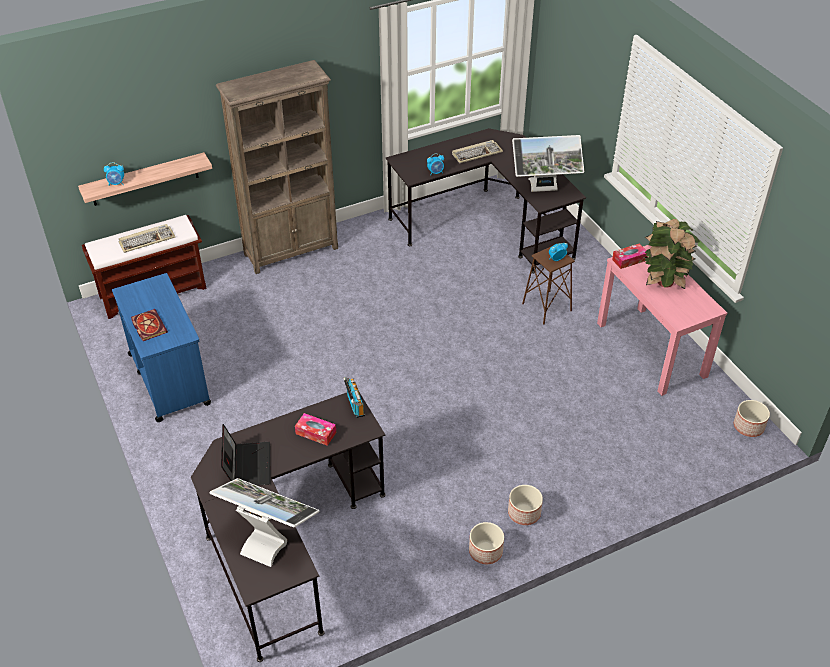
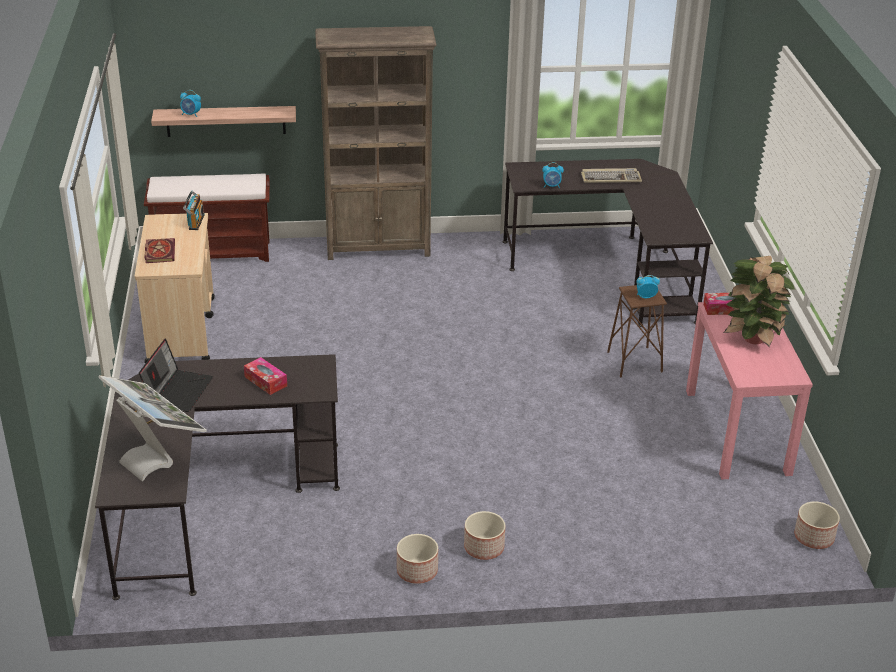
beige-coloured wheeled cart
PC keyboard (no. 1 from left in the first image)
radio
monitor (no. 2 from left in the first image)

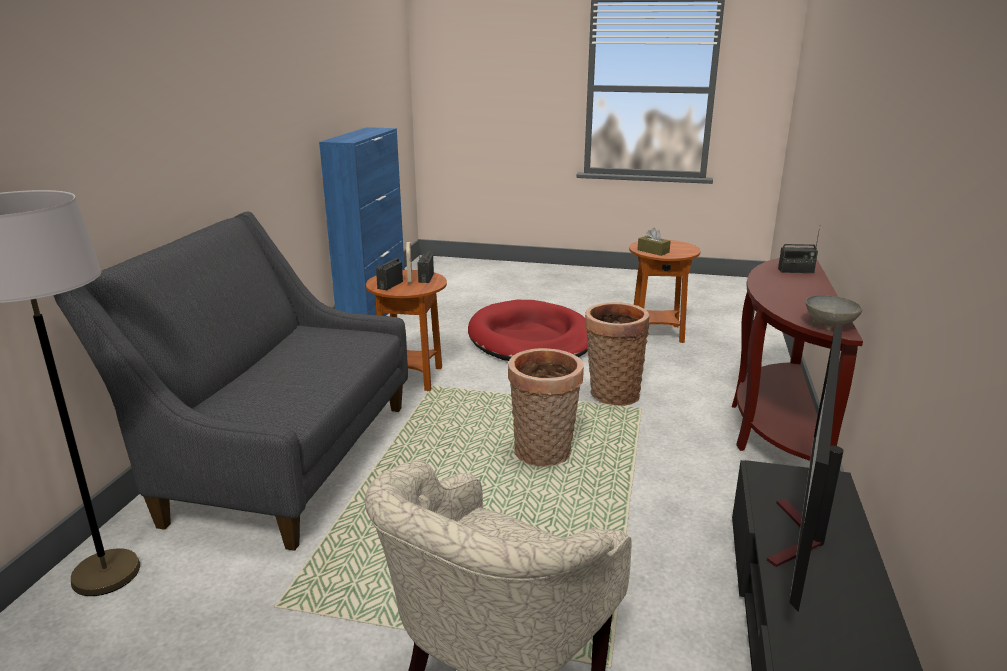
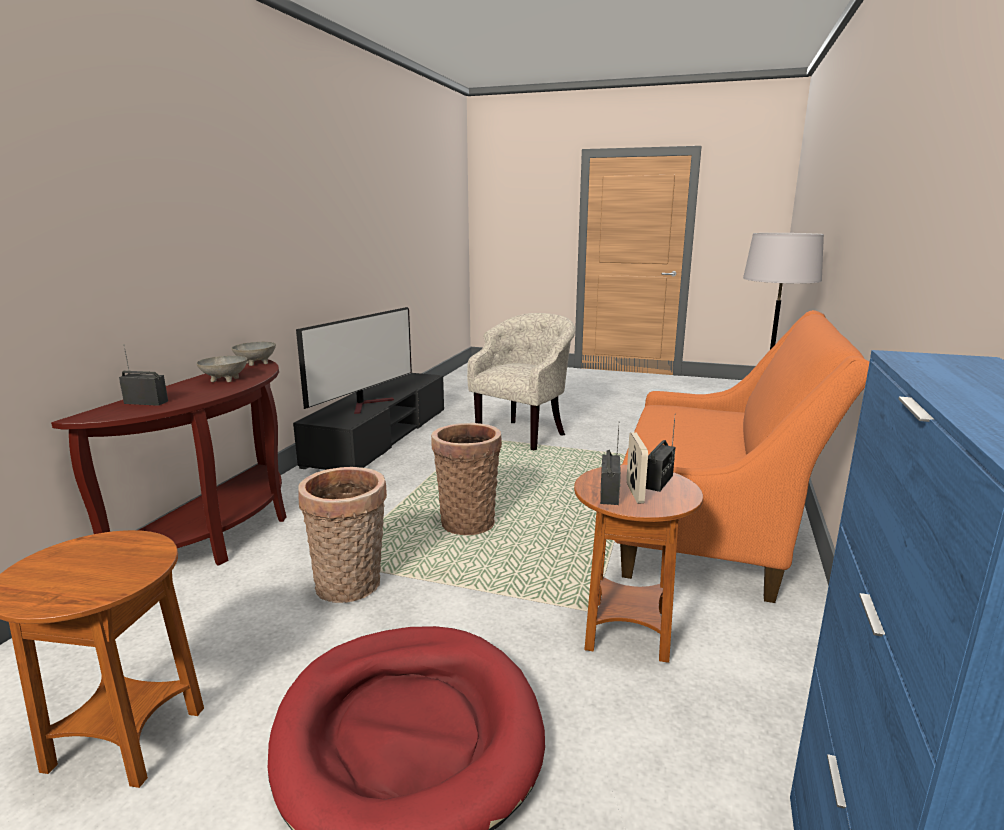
orangey sofa
brown tissue holder
greyish bowl (no. 1 from left)

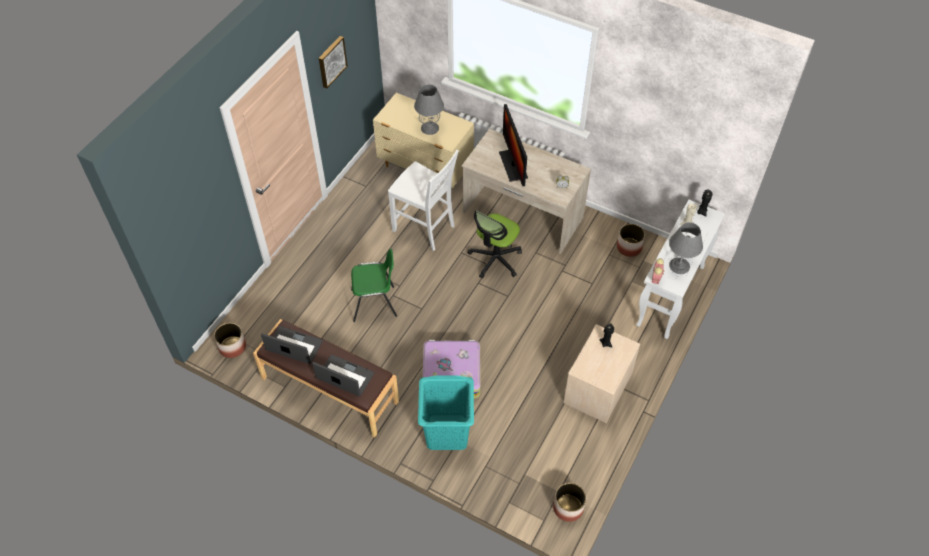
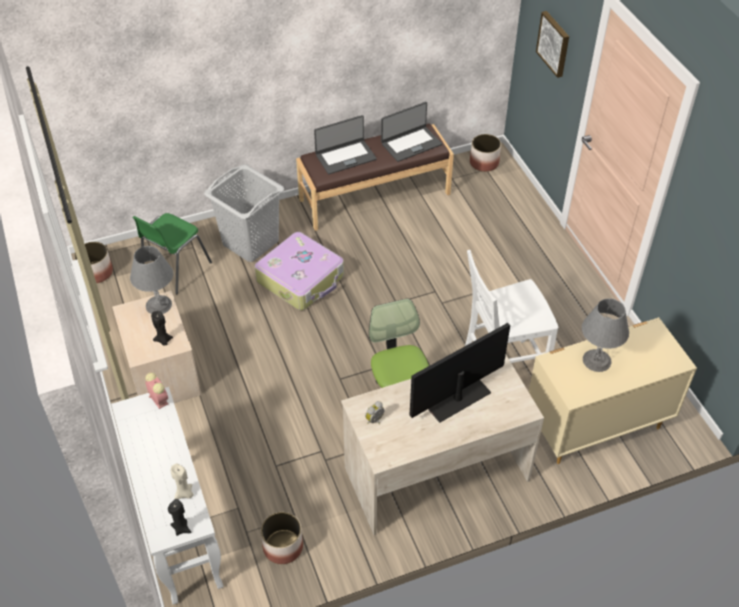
wall art
greenish plain chair
greyish hamper
monitor
greyish lamp for a table (no. 1 from left)

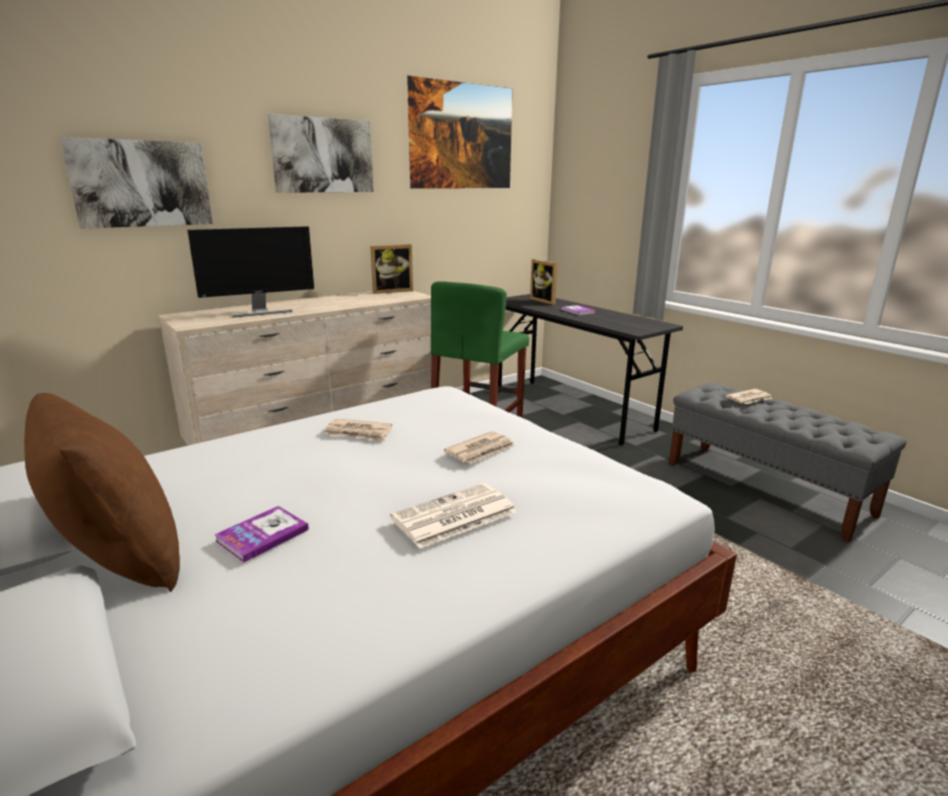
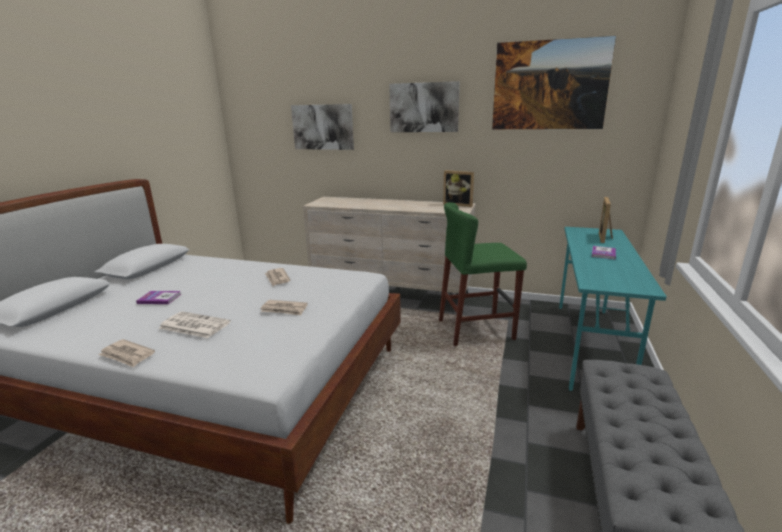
brown throw pillow
monitor
turquoise desk table
newspaper (no. 1 from left)

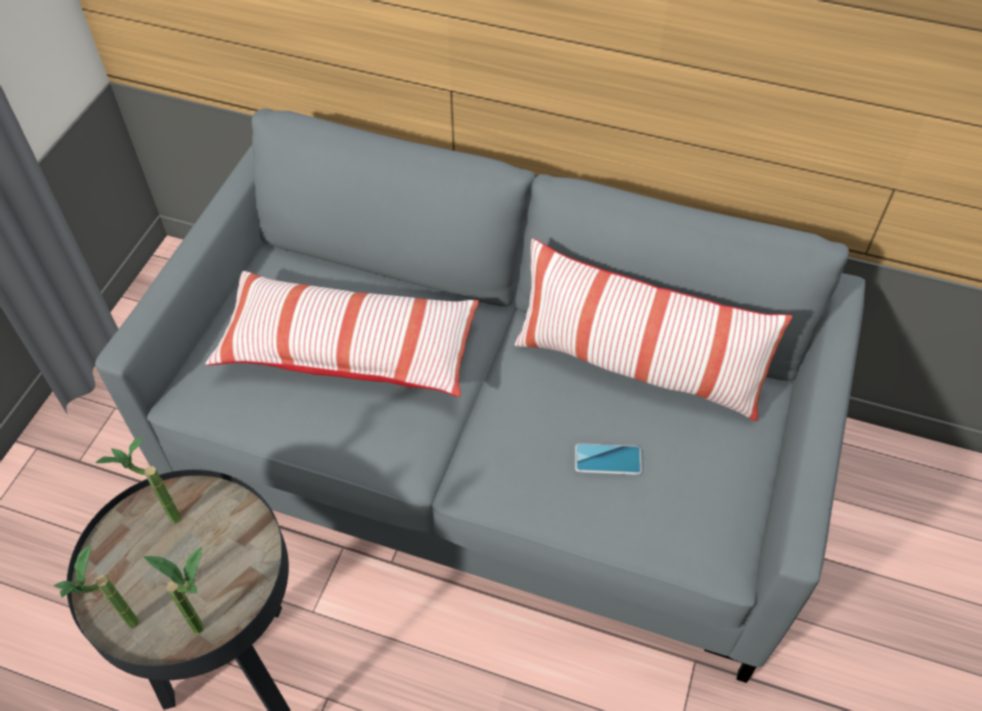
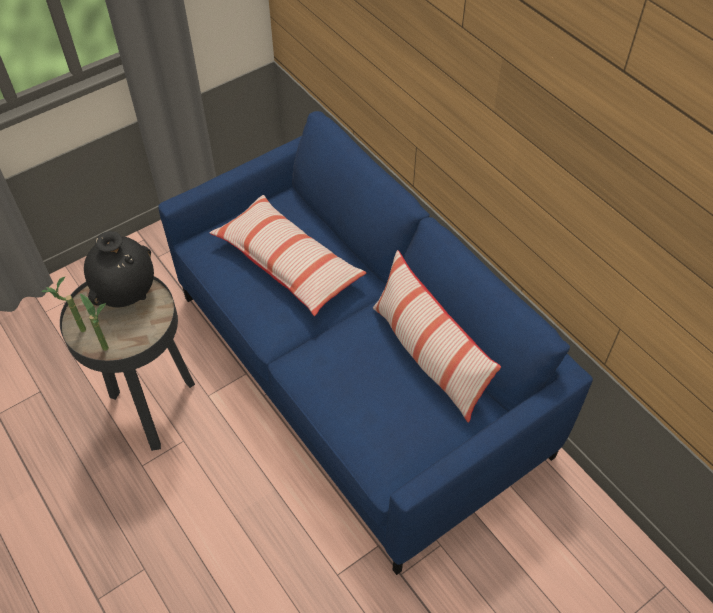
bluish sofa
blackish vase
phone

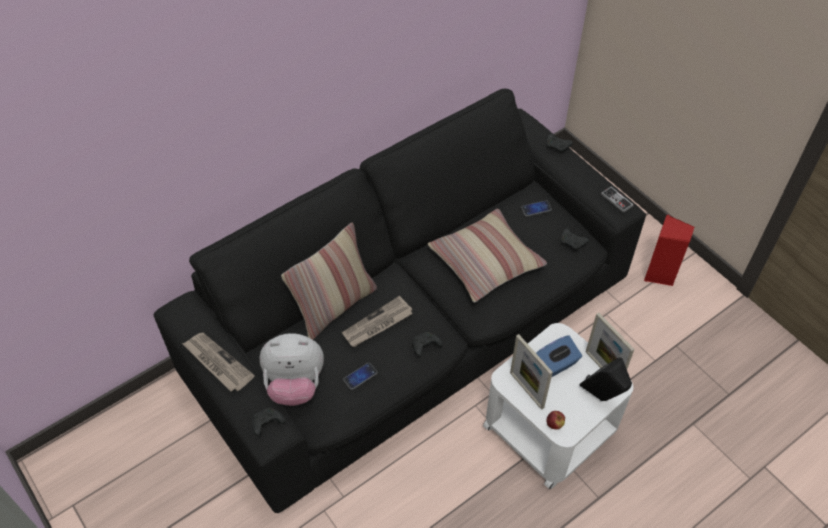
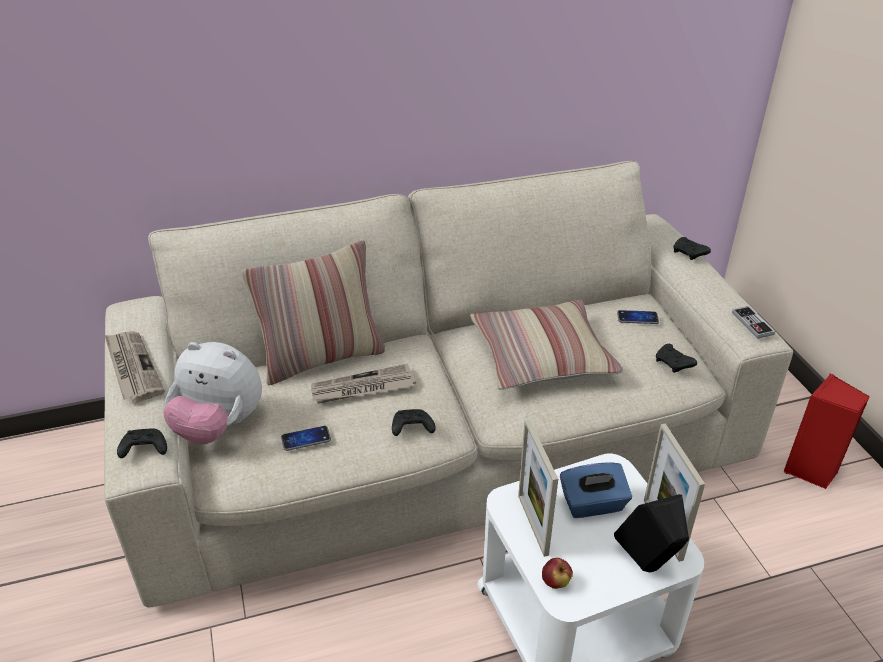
beige-coloured sofa

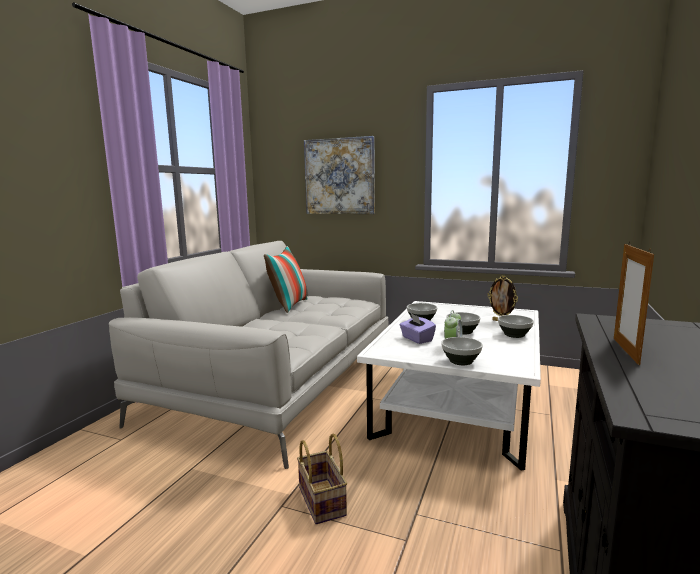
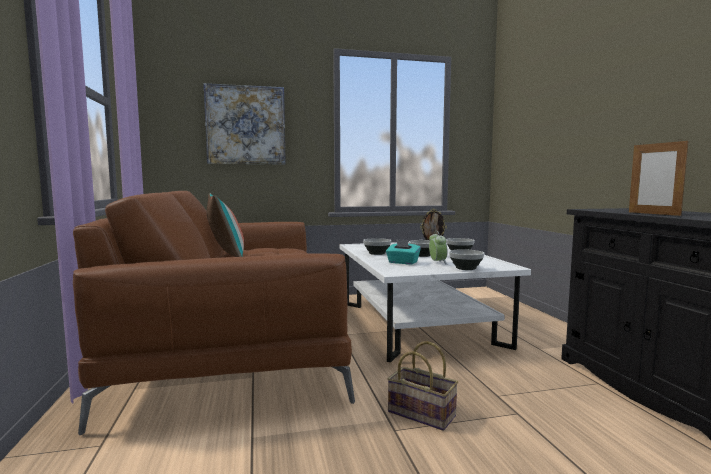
brown sofa
turquoise tissue holder

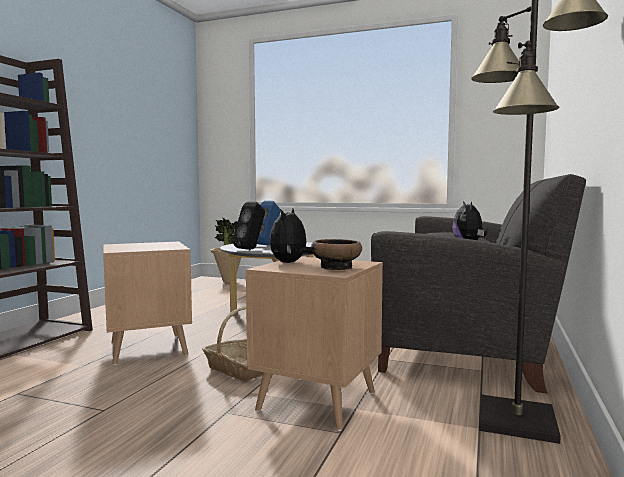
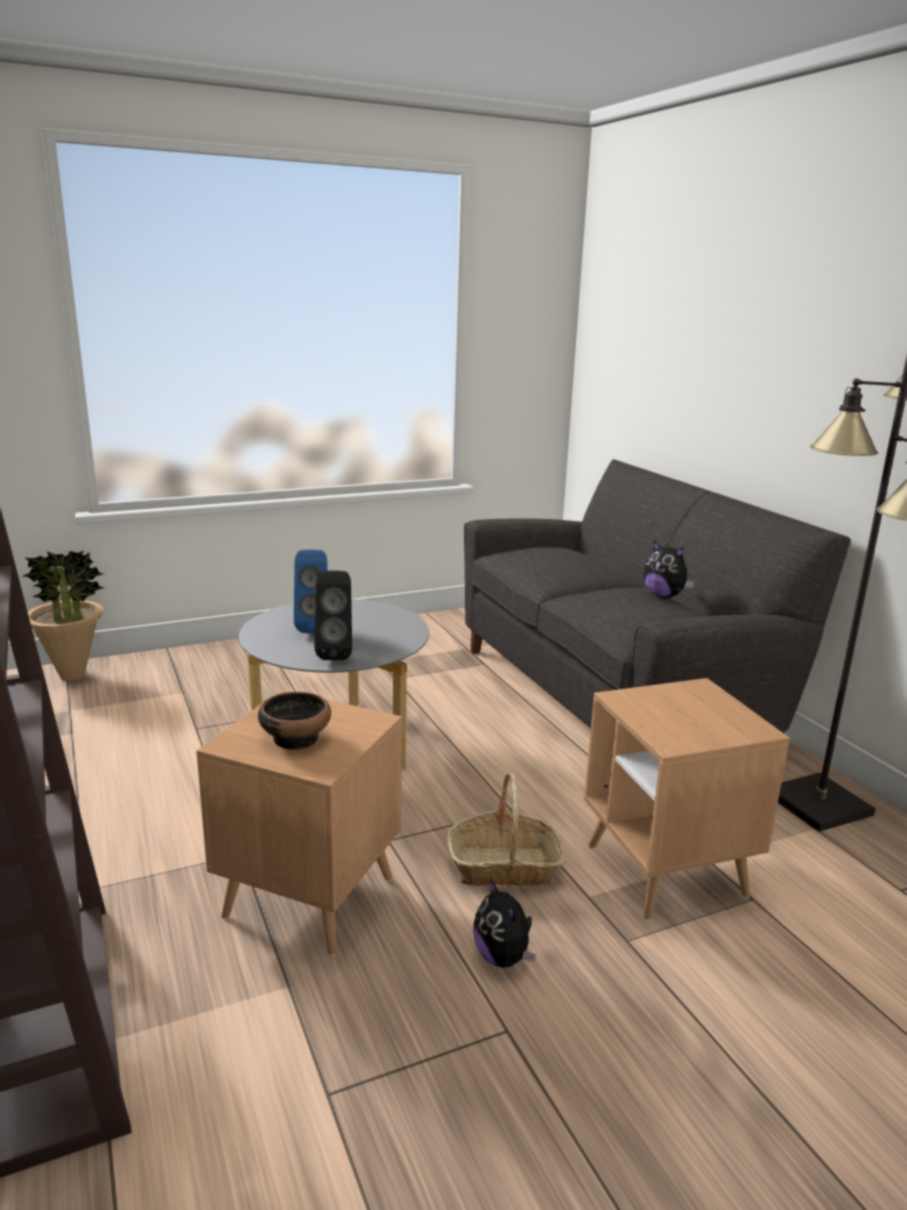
cuddly toy (no. 1 from left)
bowl

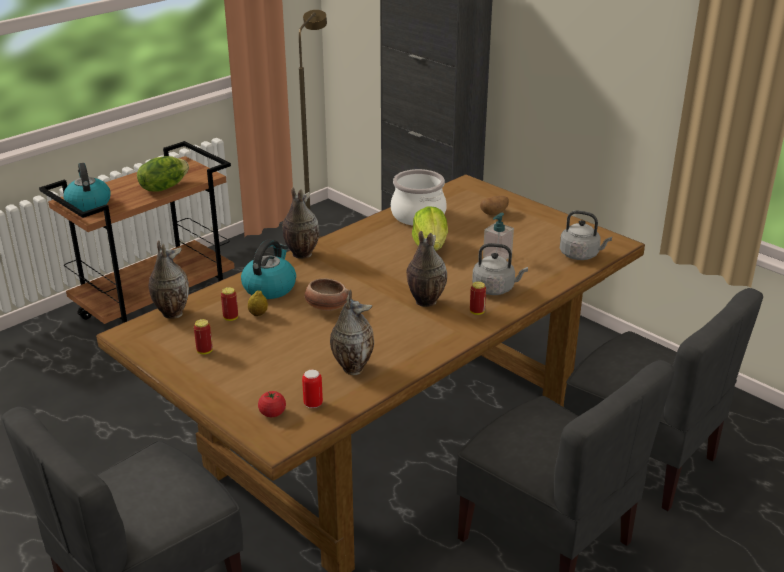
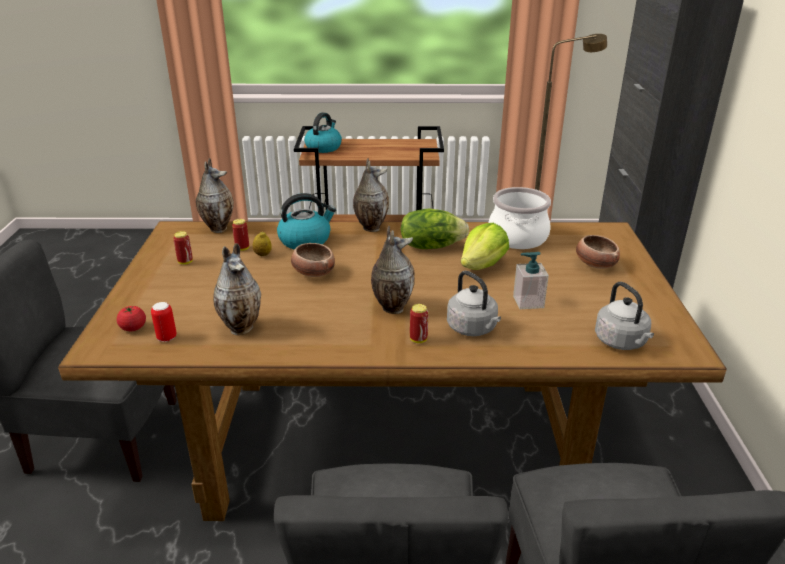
head of lettuce (no. 1 from left)
bowl (no. 2 from left)

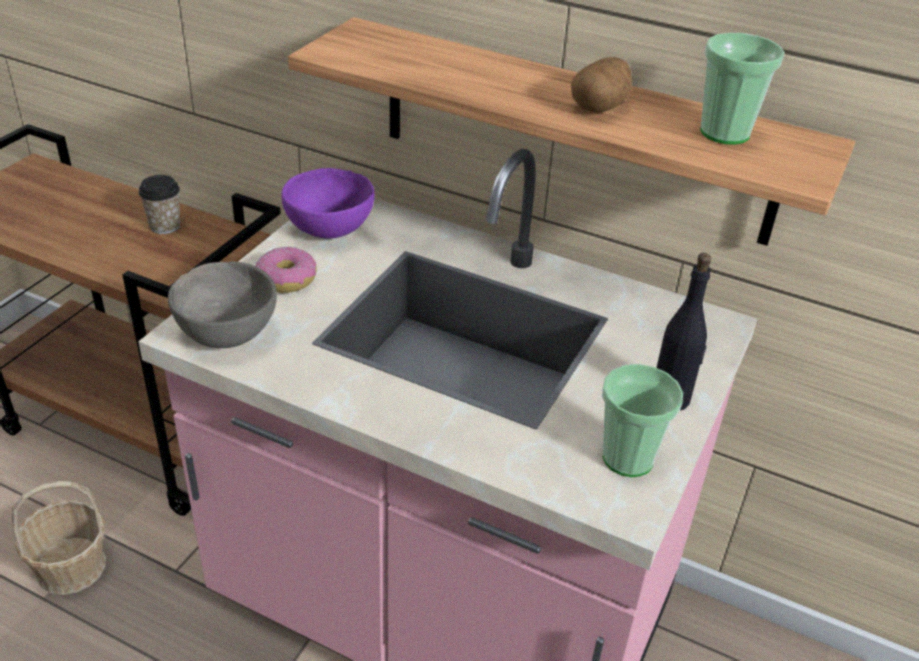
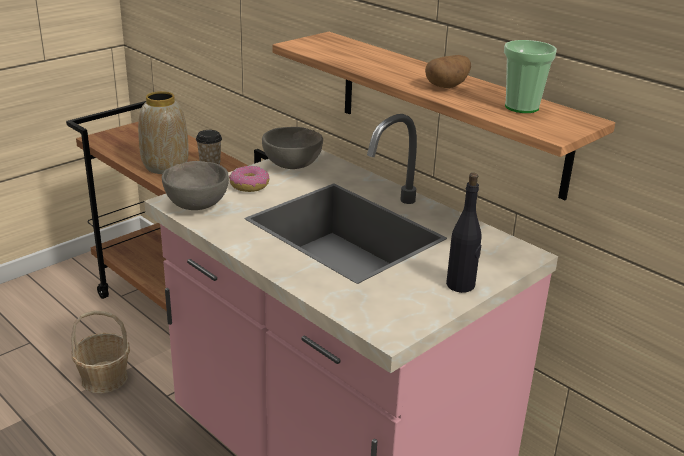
greyish bowl (no. 2 from left)
drinking cup (no. 2 from left in the first image)
vase

